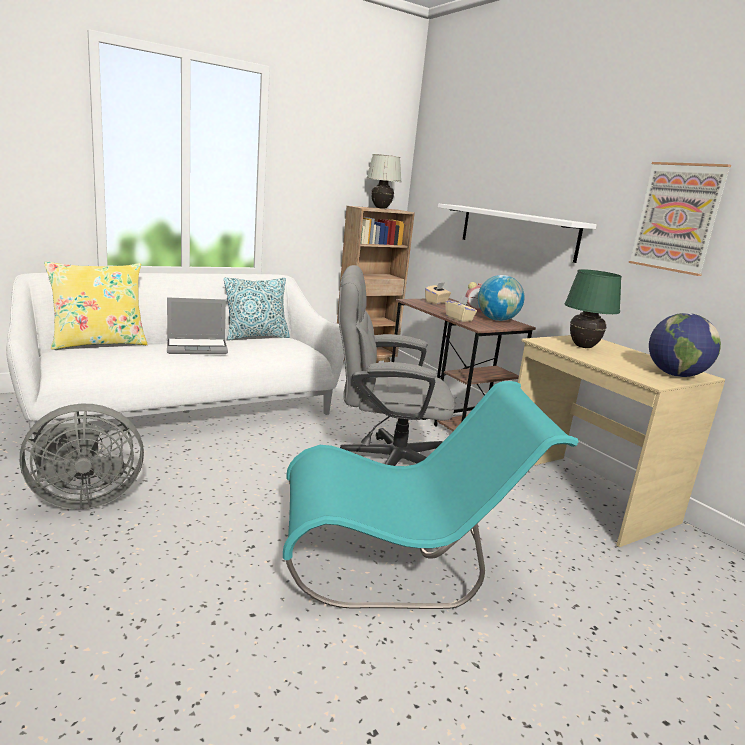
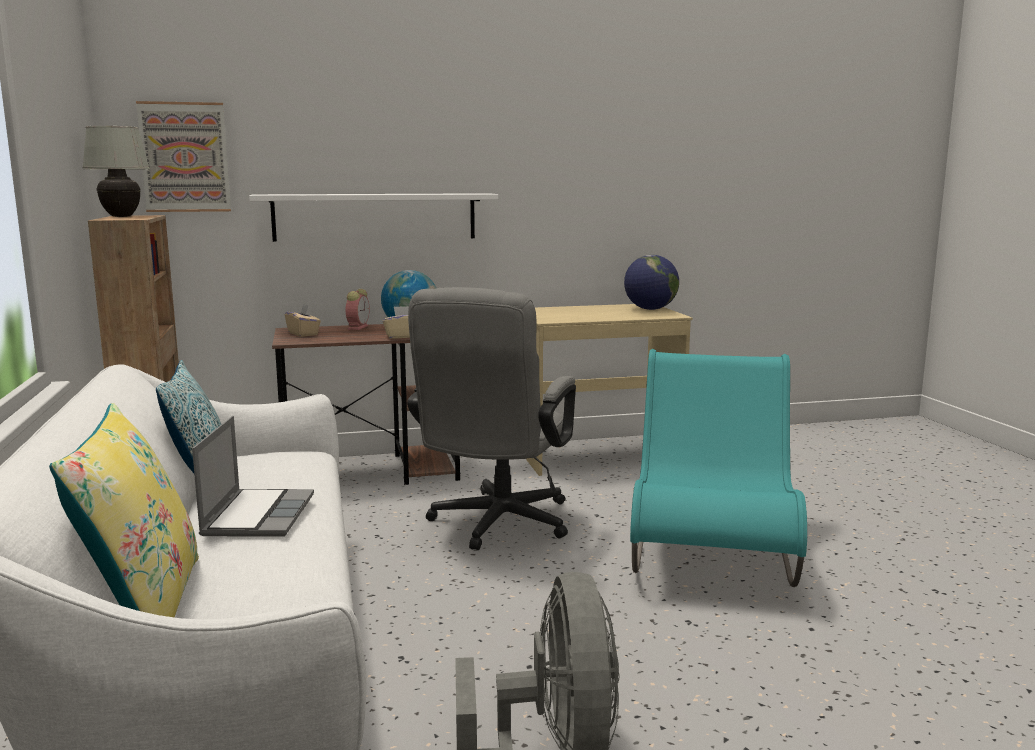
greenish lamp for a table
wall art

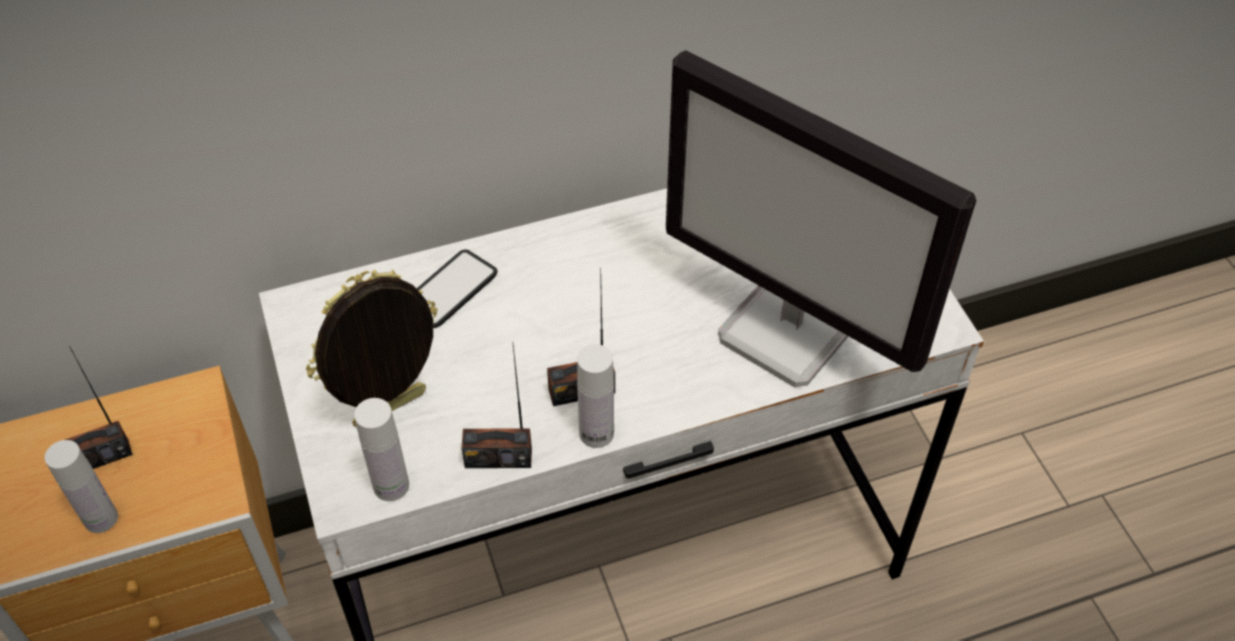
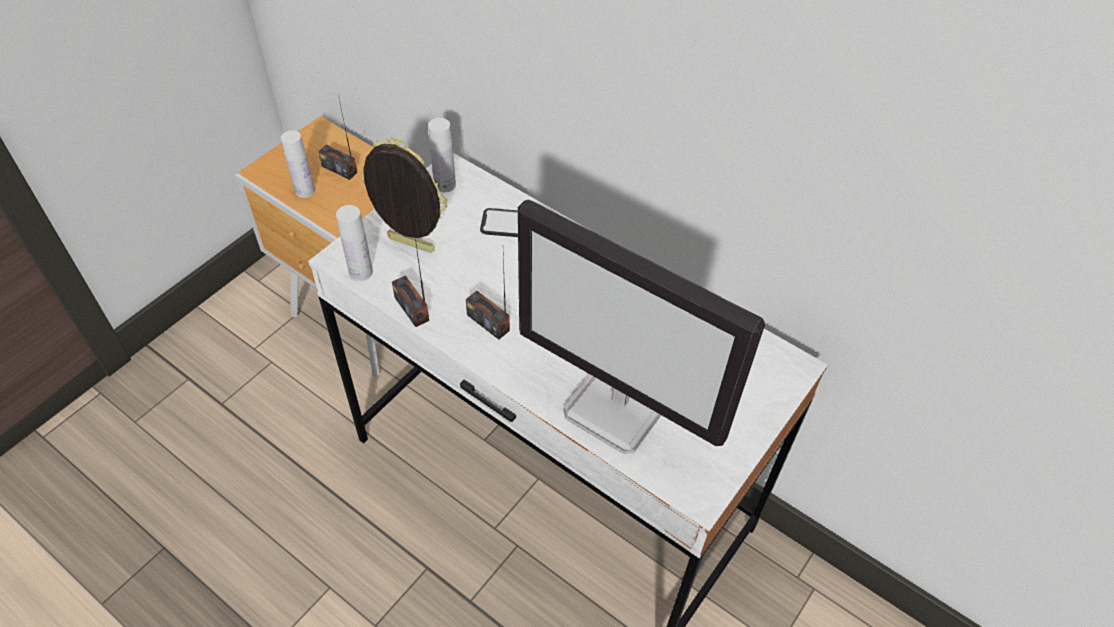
white-coloured drink bottle (no. 3 from left)
monitor

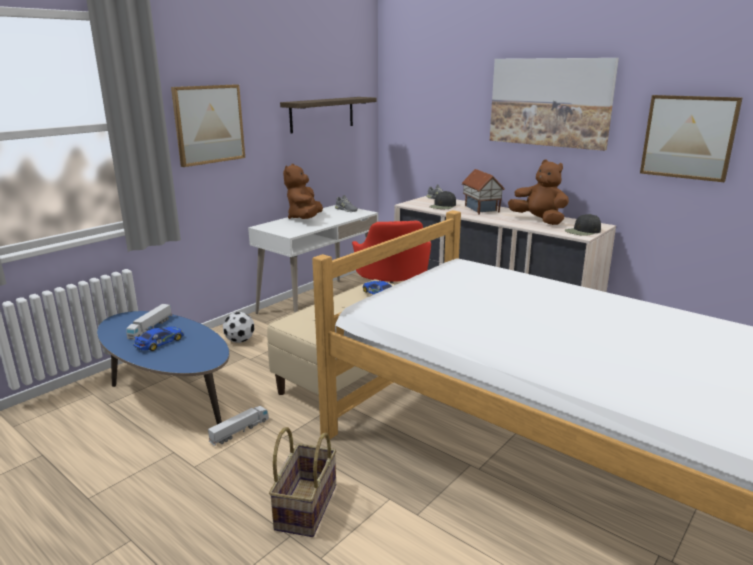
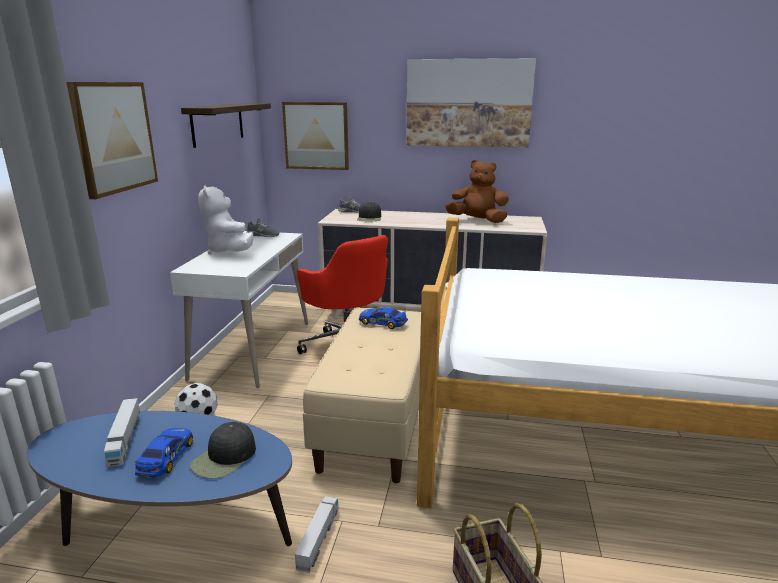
white-coloured cuddly toy
model house
blackish peaked cap (no. 1 from left)
wall art (no. 2 from left)

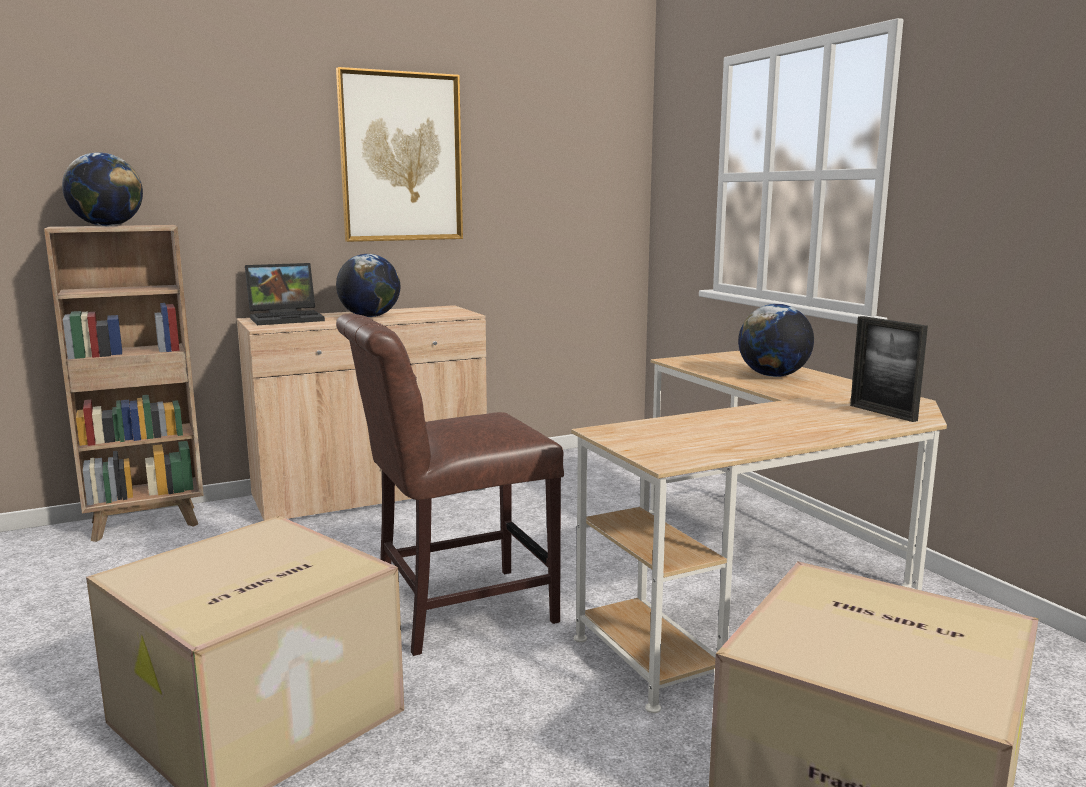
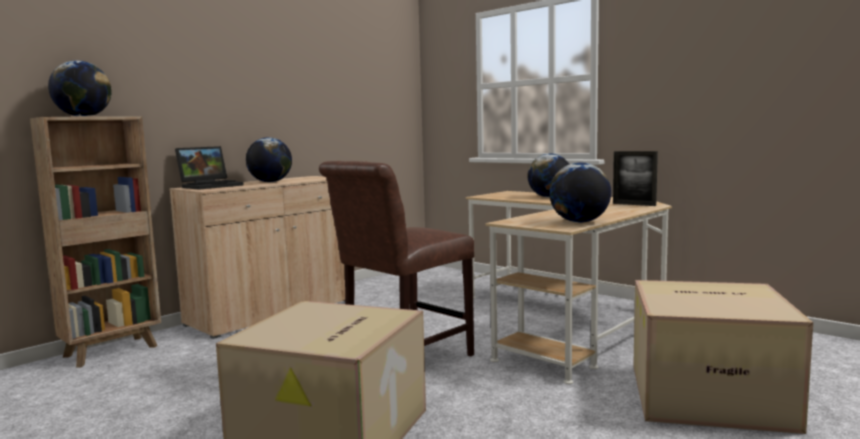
wall art
globe (no. 4 from left)

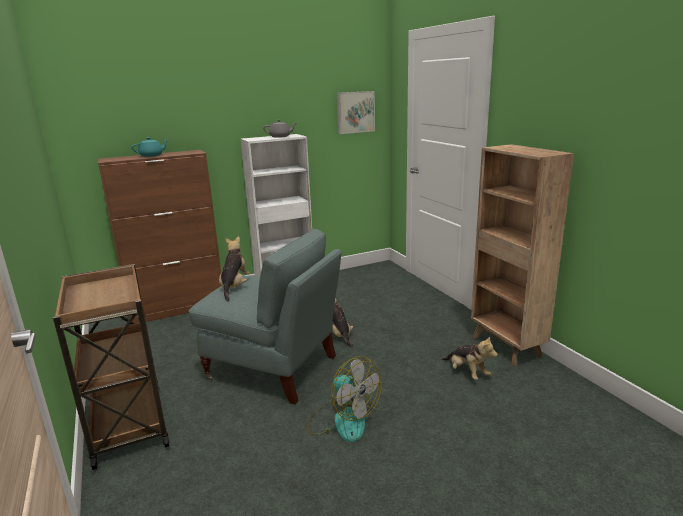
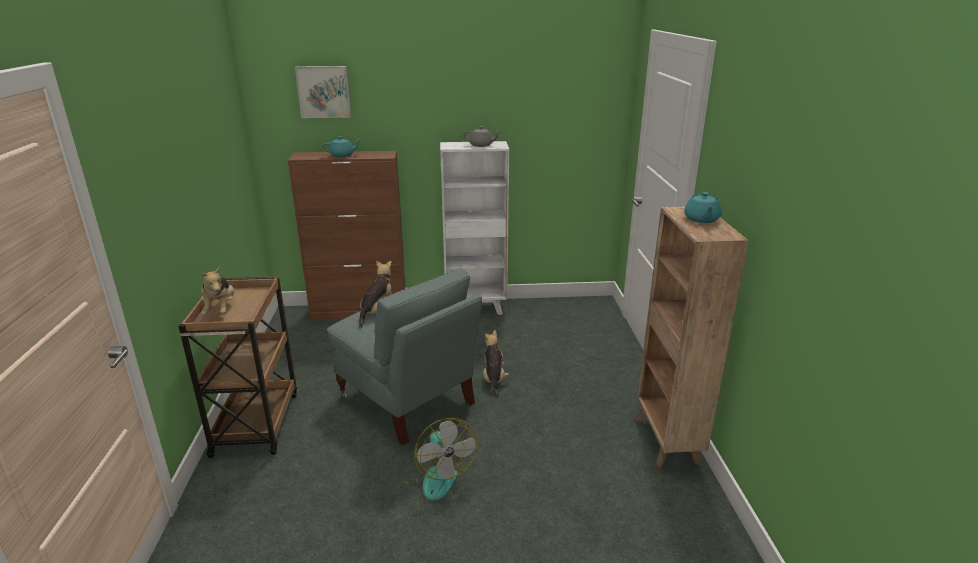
wall art
cuddly toy (no. 1 from left)
turquoise pot for tea (no. 2 from left)

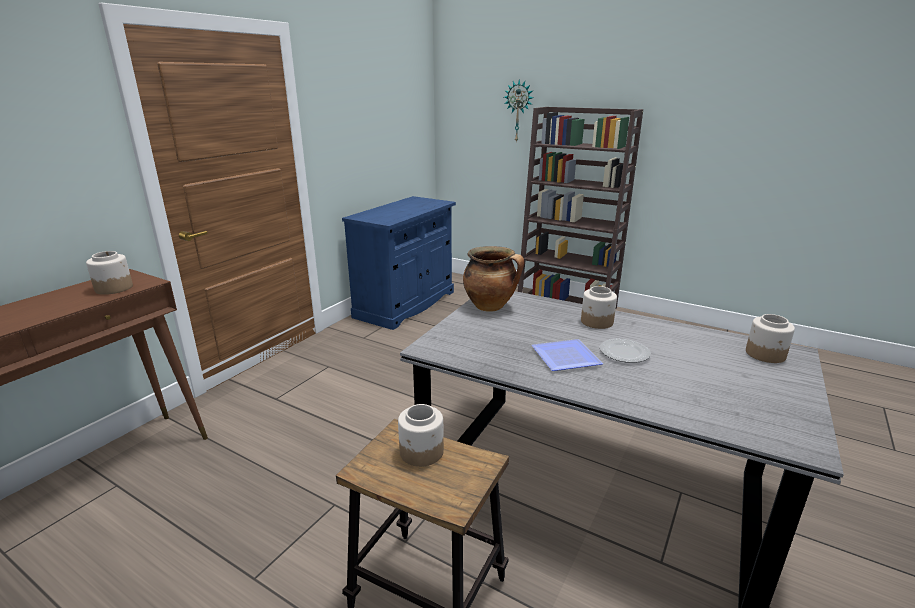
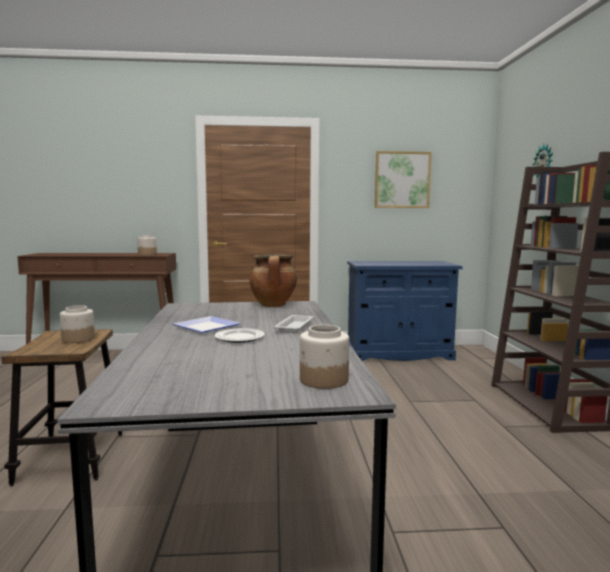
white-coloured carrying tray
wall art

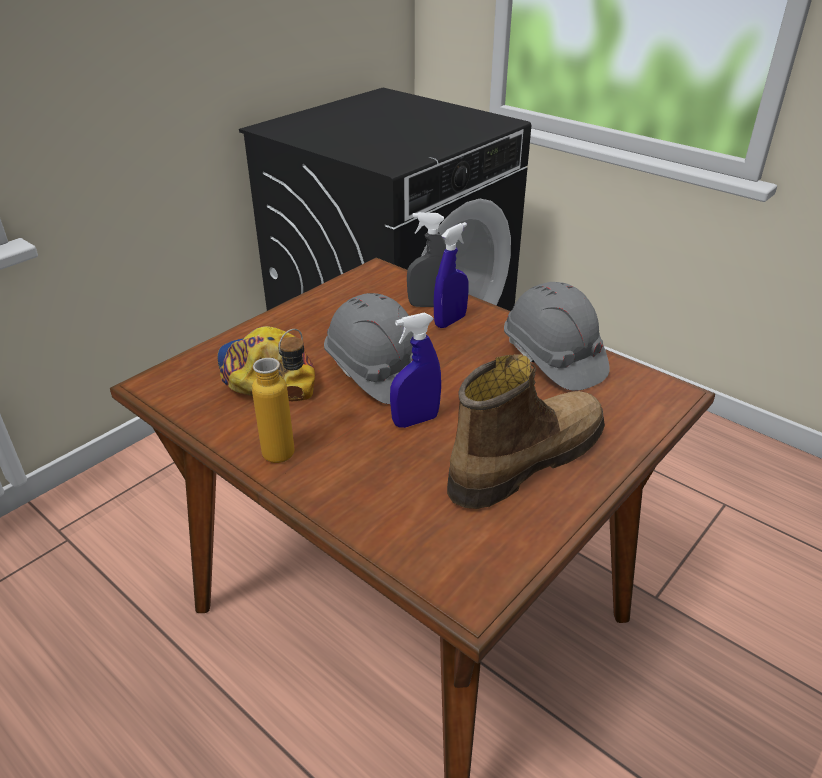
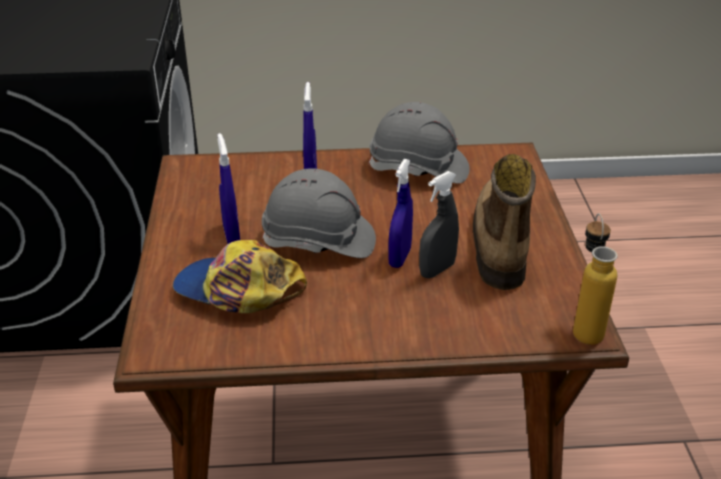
drink bottle
greyish sprayer
bluish sprayer (no. 1 from left)

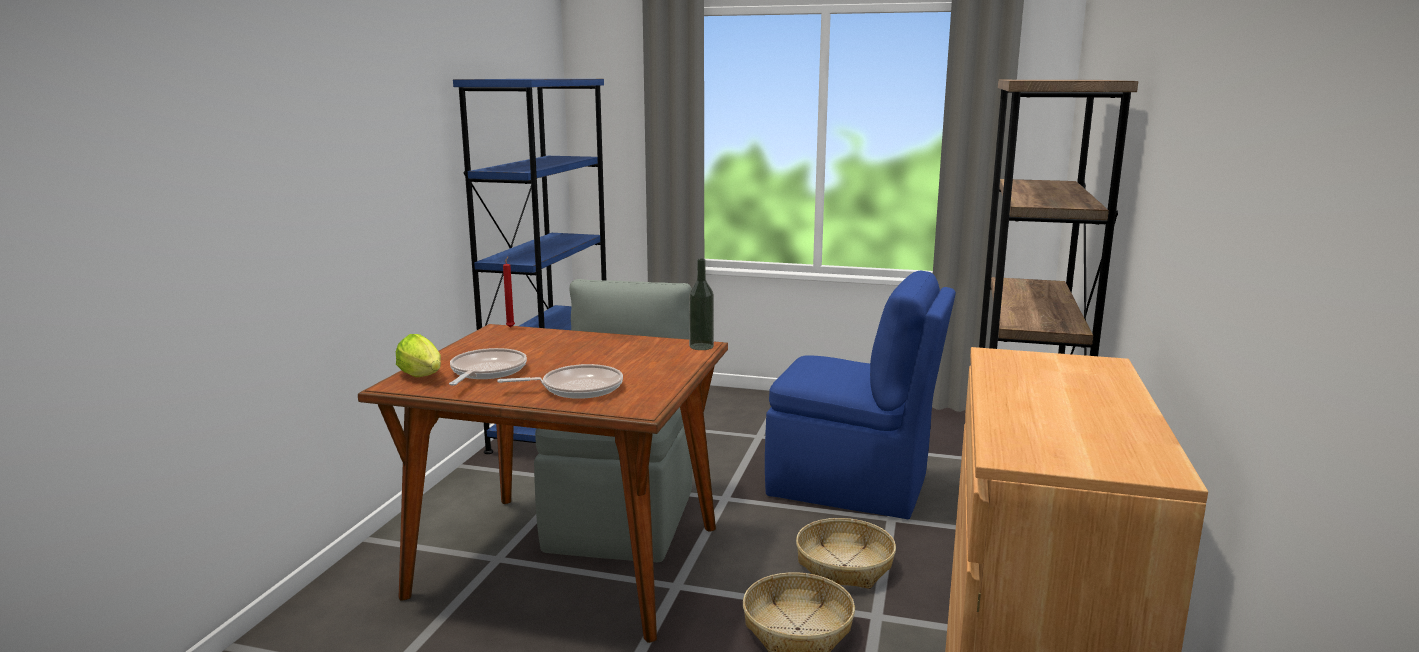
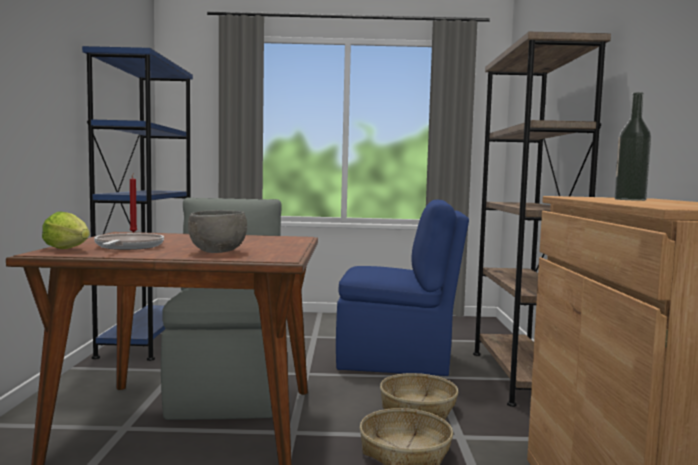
greyish bowl
drink bottle

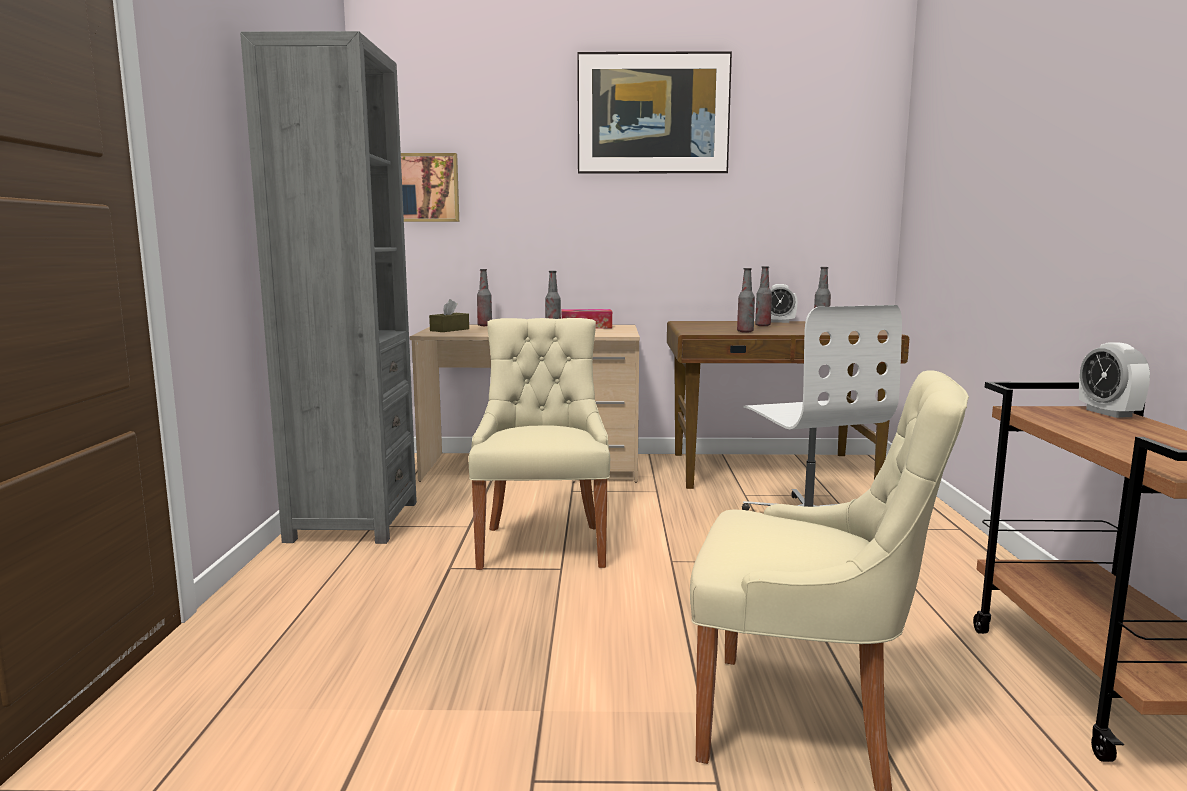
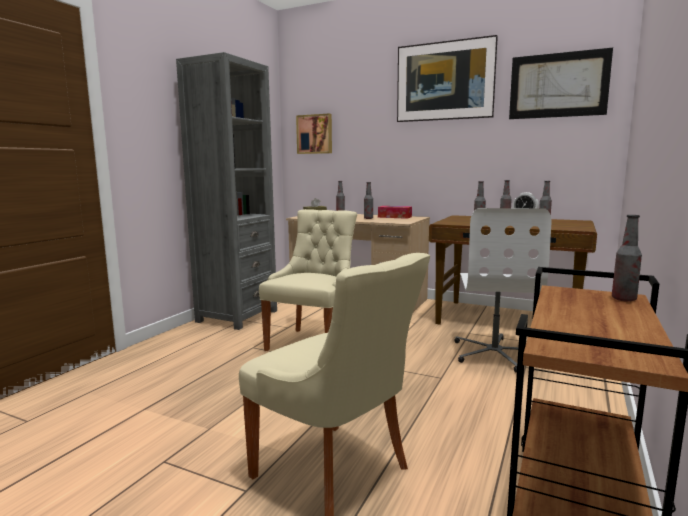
drink bottle (no. 6 from left)
wall art (no. 3 from left)

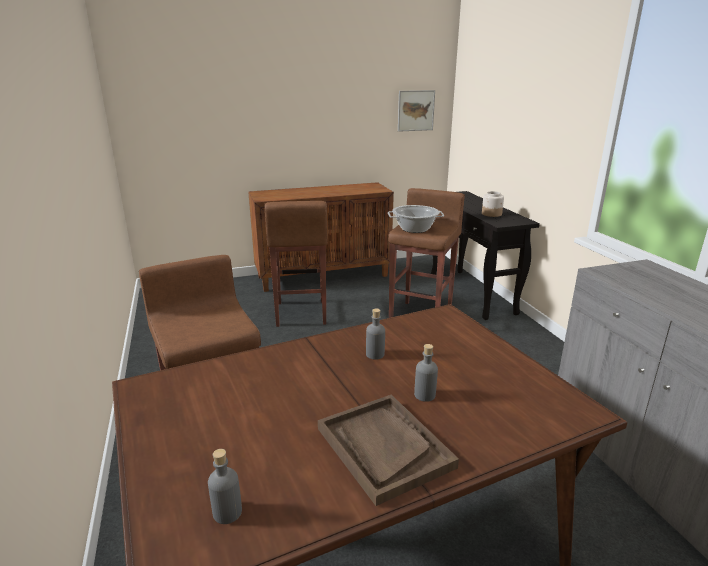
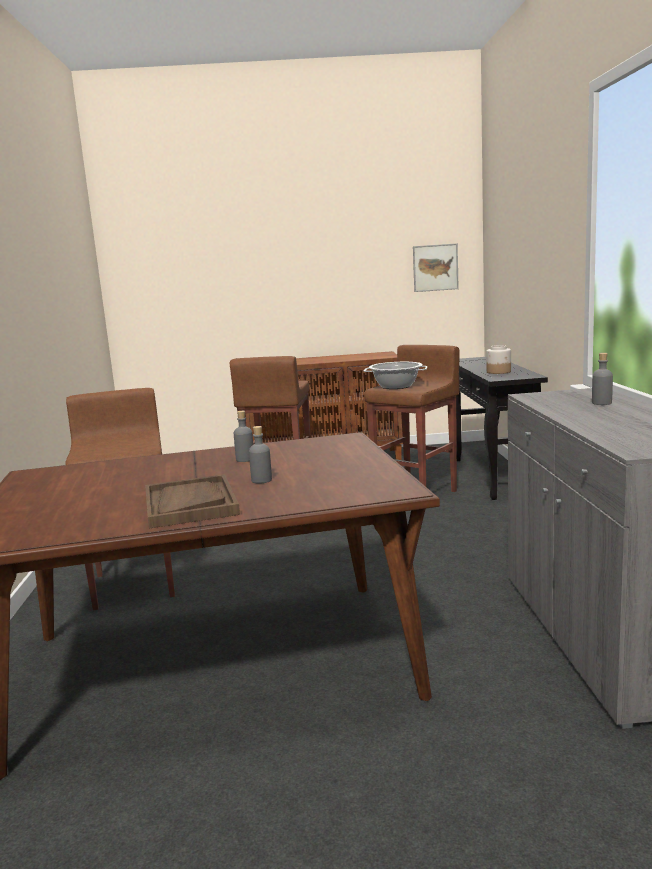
greyish drink bottle (no. 3 from left)

